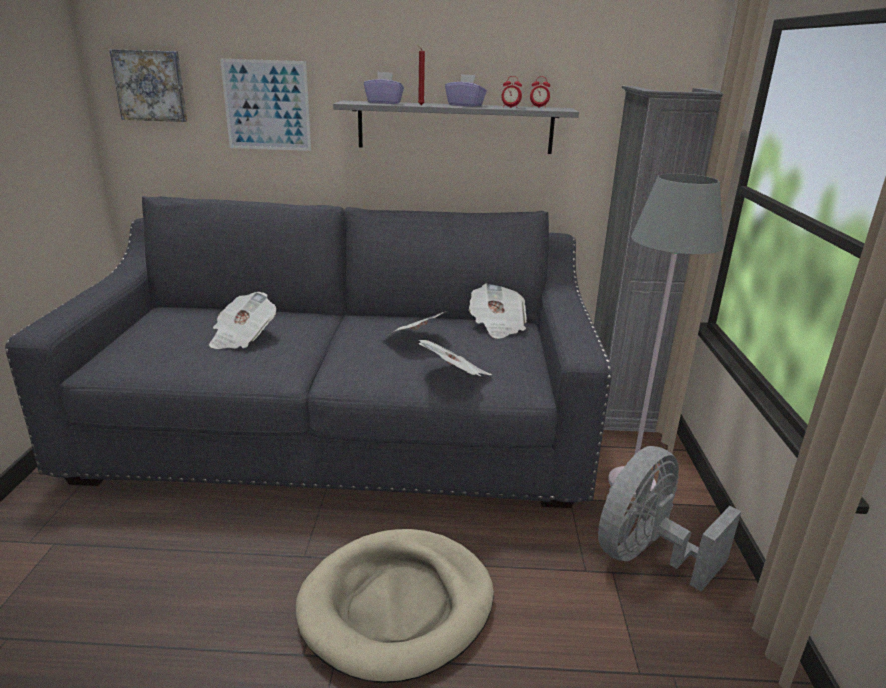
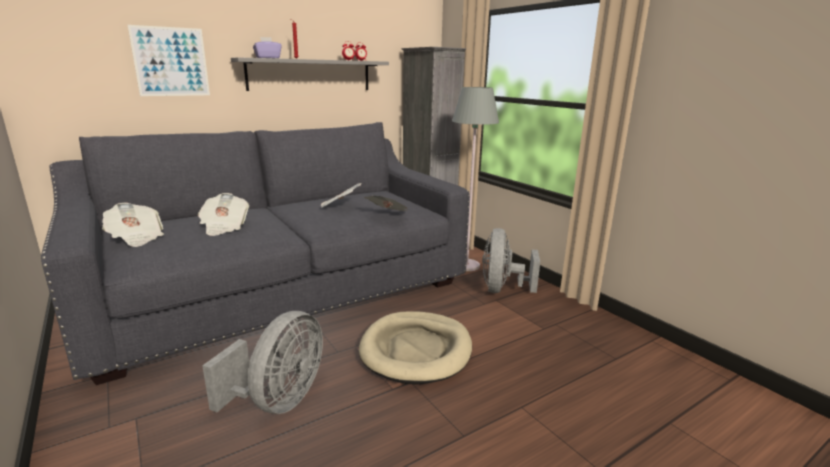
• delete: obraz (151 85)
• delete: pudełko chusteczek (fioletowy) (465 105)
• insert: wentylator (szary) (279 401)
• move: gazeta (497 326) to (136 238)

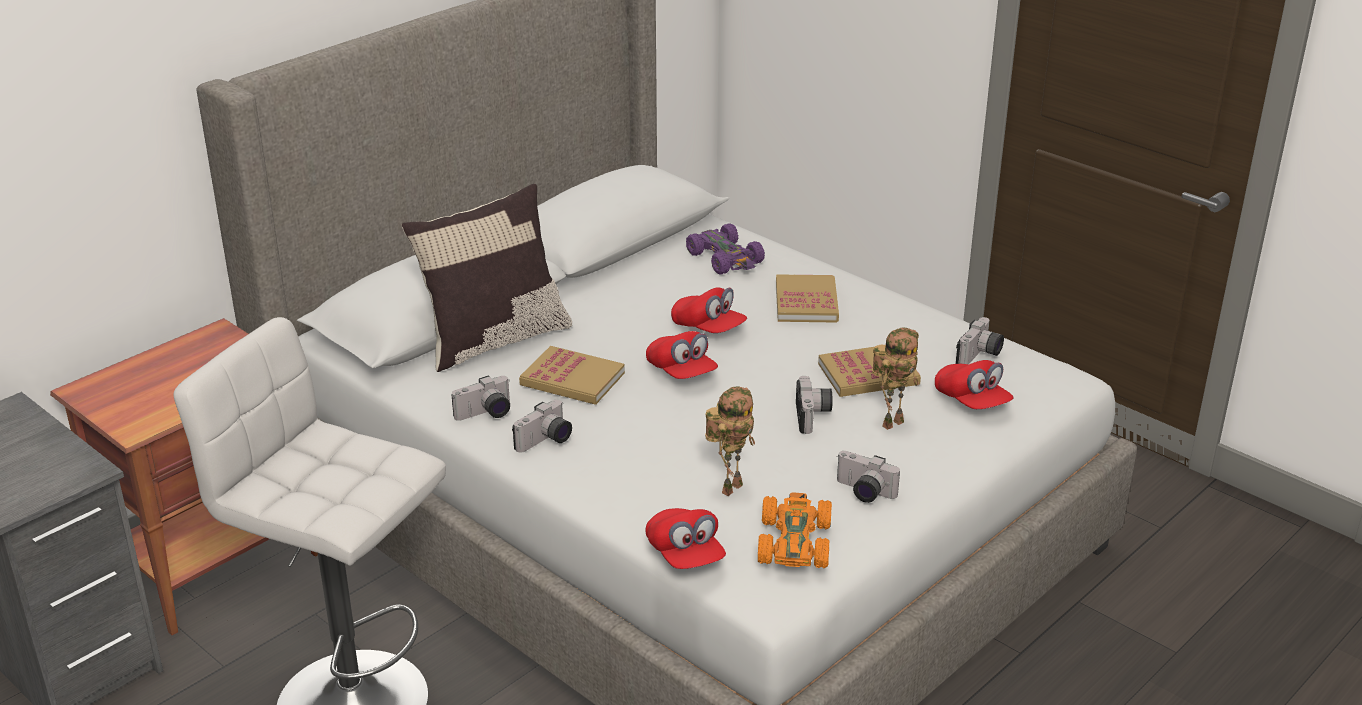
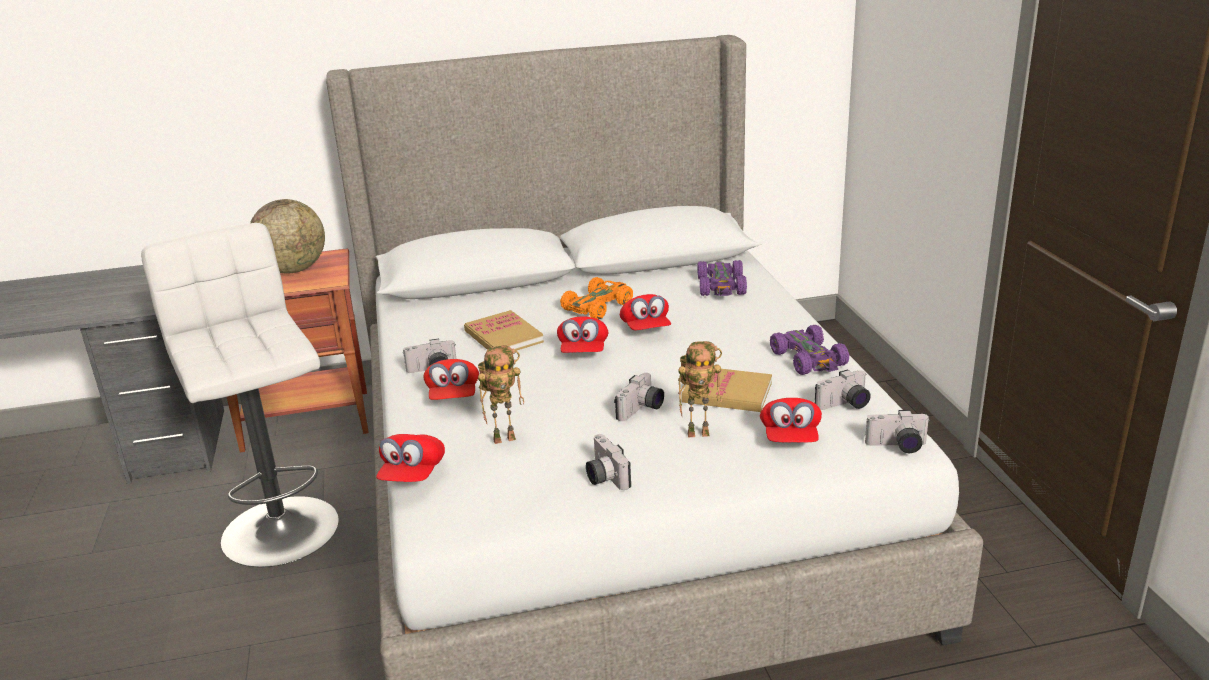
• delete: poduszka (494 340)
• delete: książka (806 302)
• insert: globus (293 270)
• insert: czapka z daszkiem (czerwony) (453 396)
• insert: samochodzik (fioletowy) (809 359)
• move: aparat fotograficzny (486 414) to (897 447)
• move: samochodzik (pomarańczowy) (794 541) to (598 306)

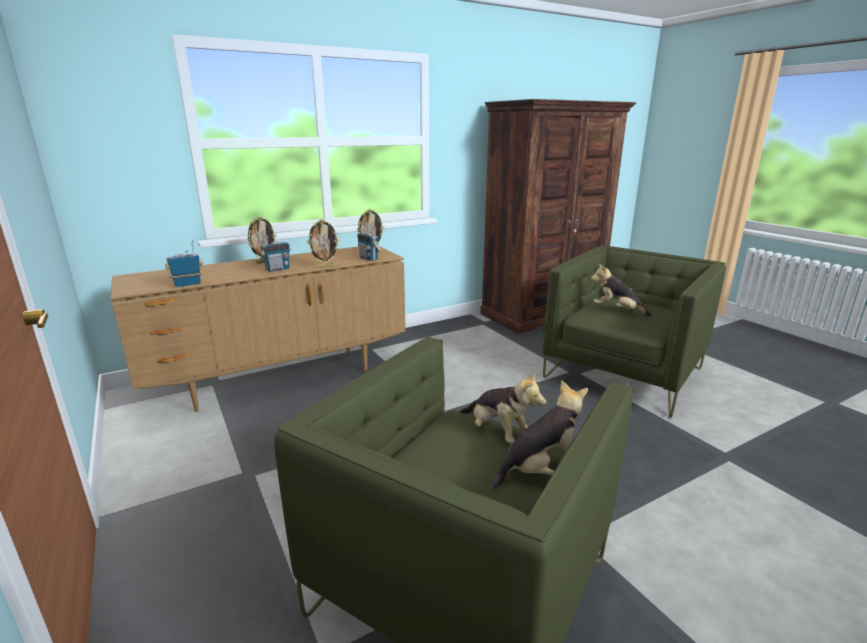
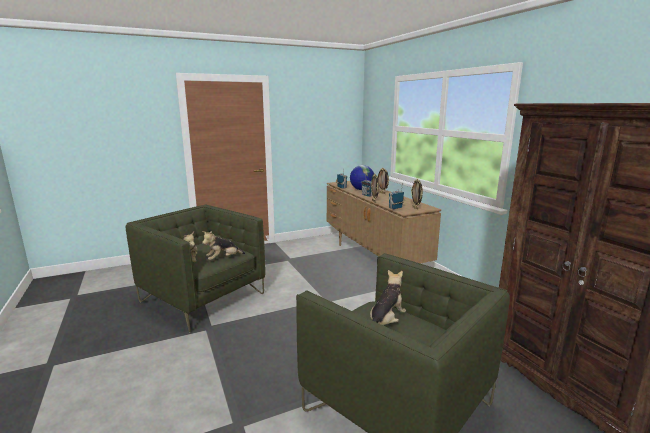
• insert: globus (361 189)

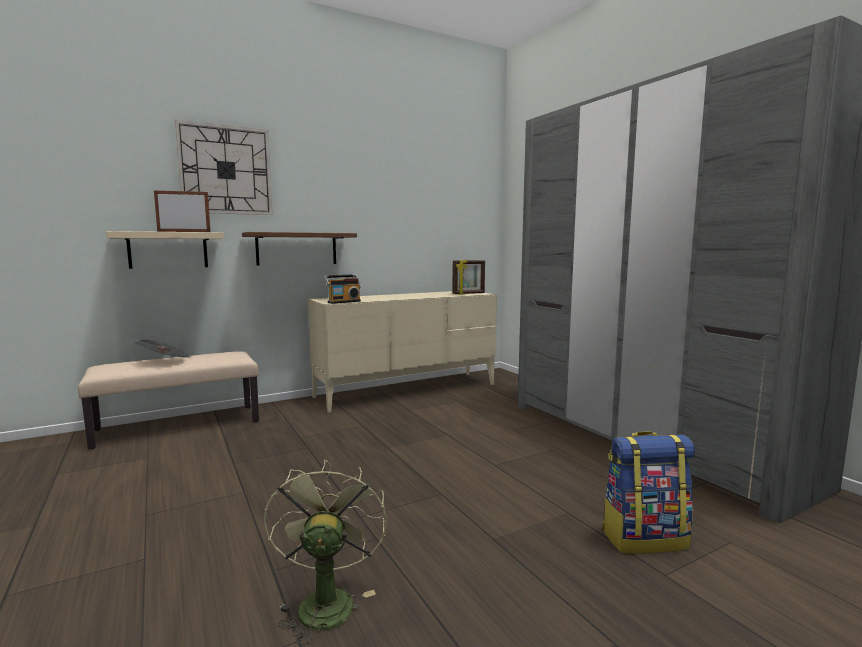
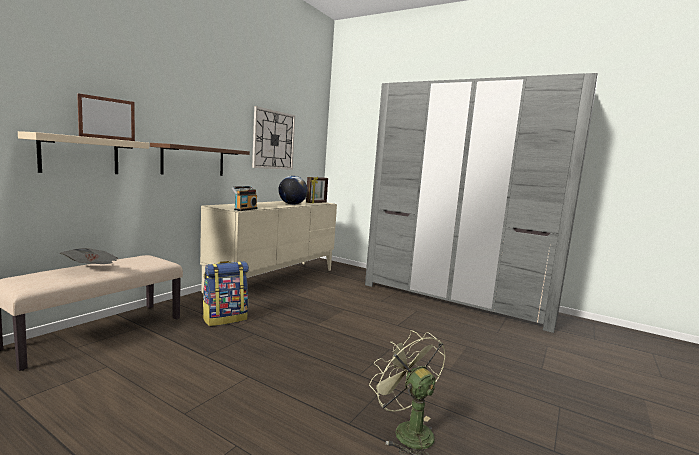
• insert: globus (292 204)
• move: zegar ścienny (226 170) to (273 140)
• move: plecak (644 538) to (225 319)

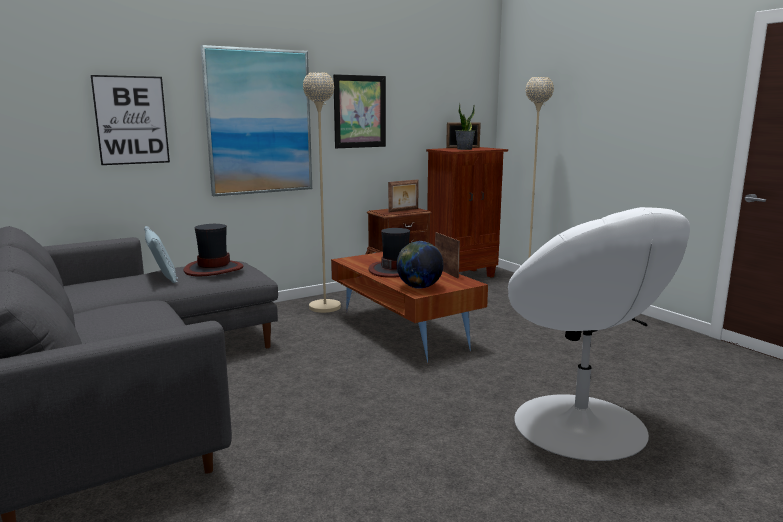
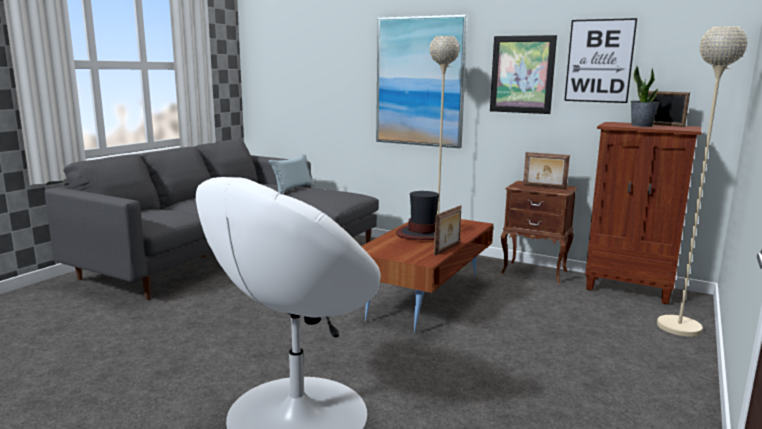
• delete: kapelusz (213 269)
• delete: globus (419 287)
• move: obraz (131 120) to (599 61)

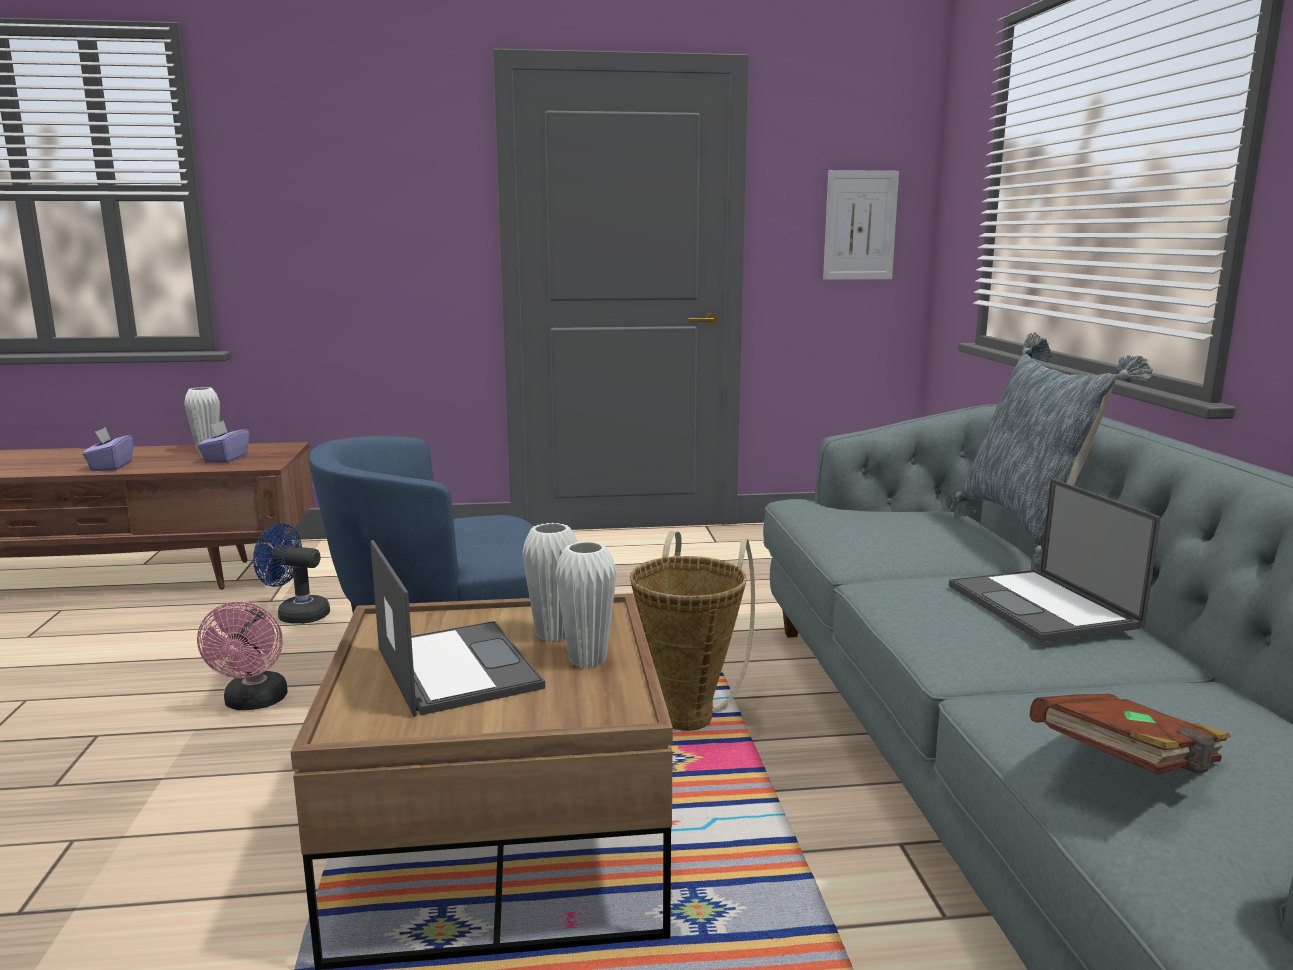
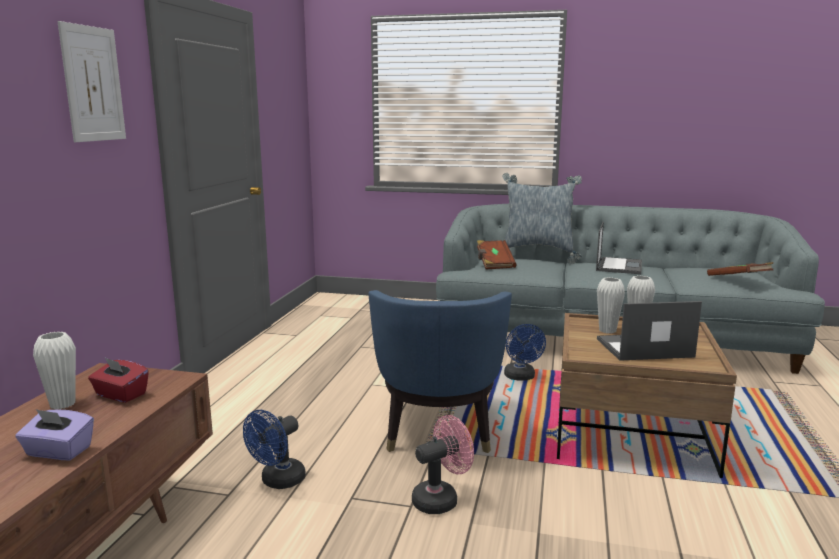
• insert: książka (brązowy) (494 264)
• move: obraz (860 225) to (93 84)
• replace: koszyk (690 713) to wentylator (niebieski) (521 377)
• recolor: pudełko chusteczek (fioletowy) (225 459) to pudełko chusteczek (czerwony) (120 395)
• rotate: wentylator (różowy) (254 703) = (441 499) 45 degrees counterclockwise
• rotate: laptop (1044 607) = (619 266) 75 degrees counterclockwise

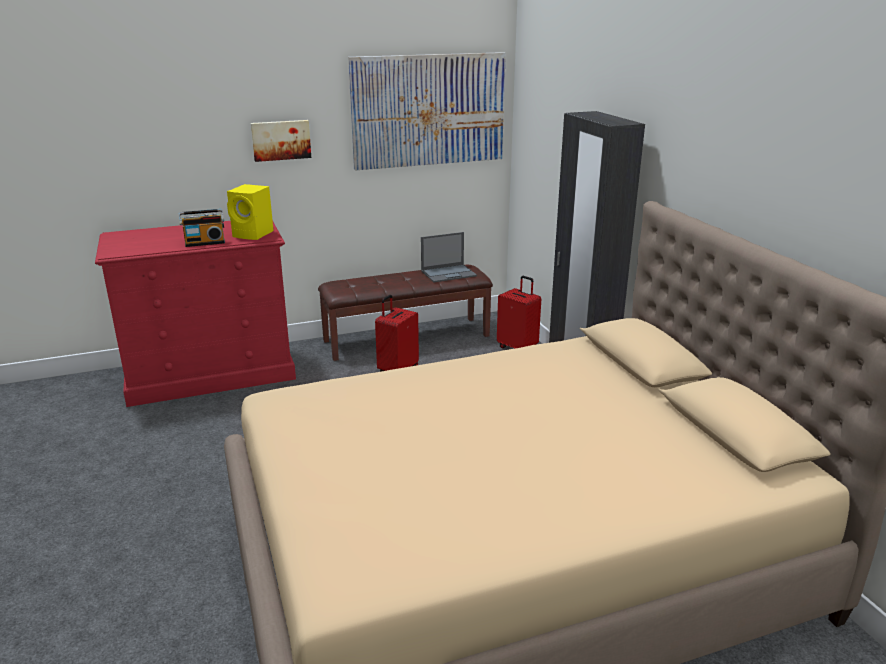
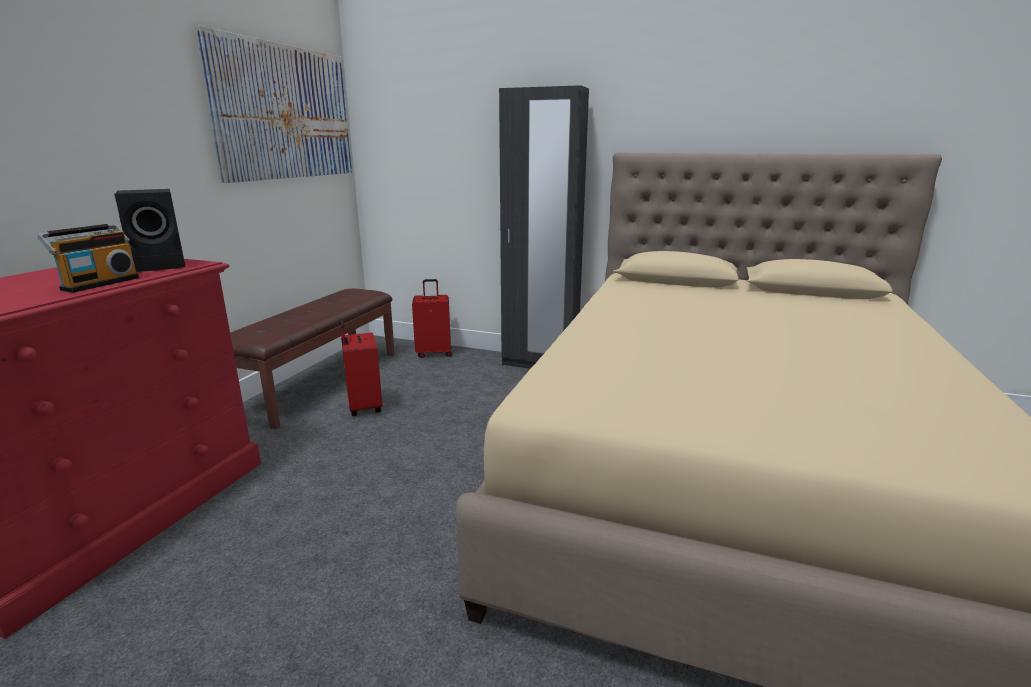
• delete: obraz (281 140)
• delete: laptop (449 273)
• recolor: głośnik (żółty) (254 234) to głośnik (czarny) (162 265)

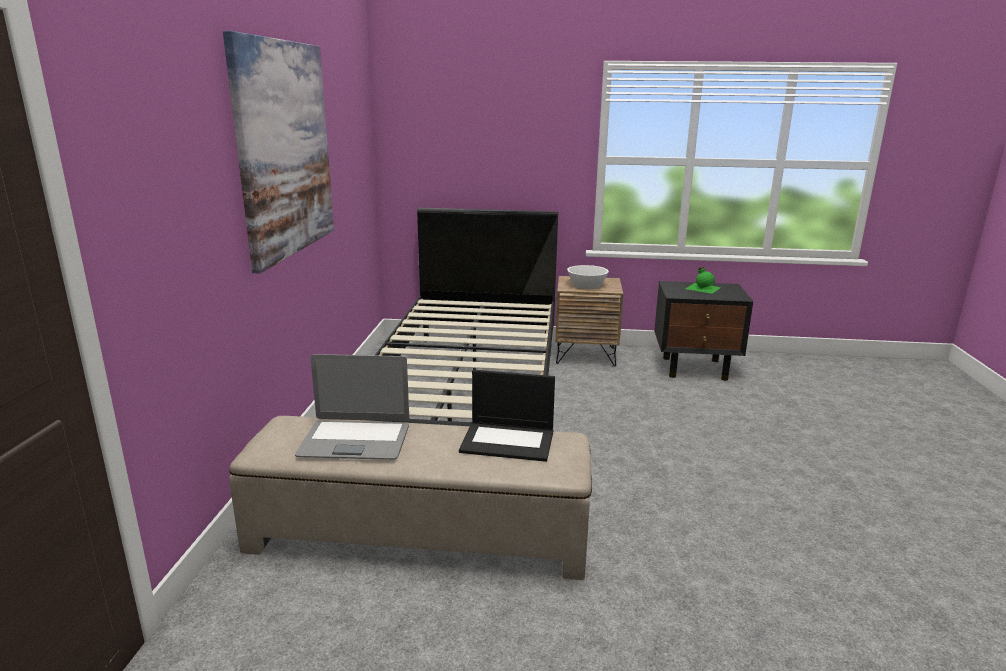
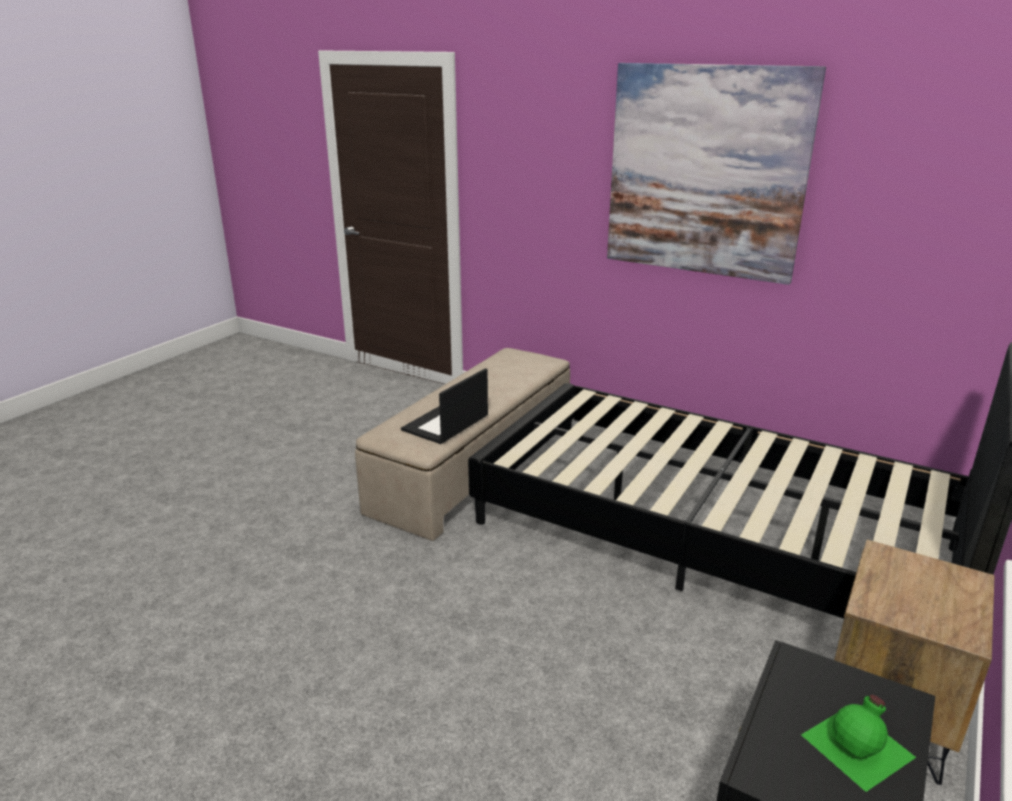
• delete: laptop (355 440)
• delete: miska (biały) (586 285)

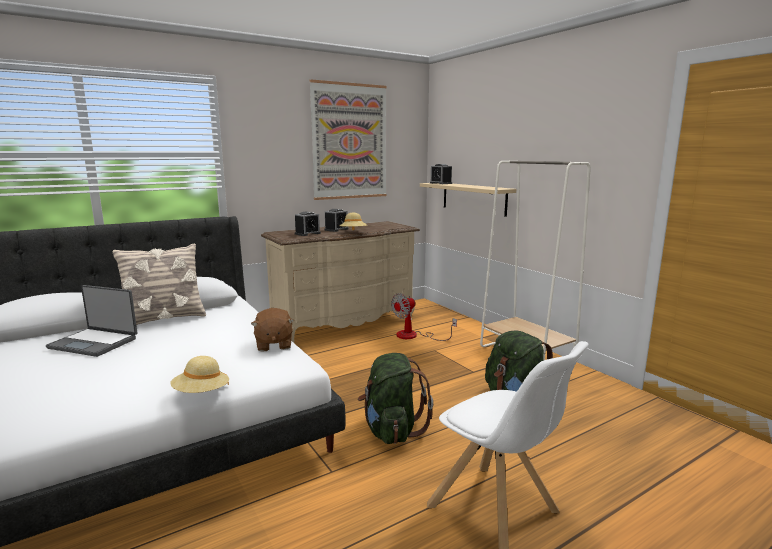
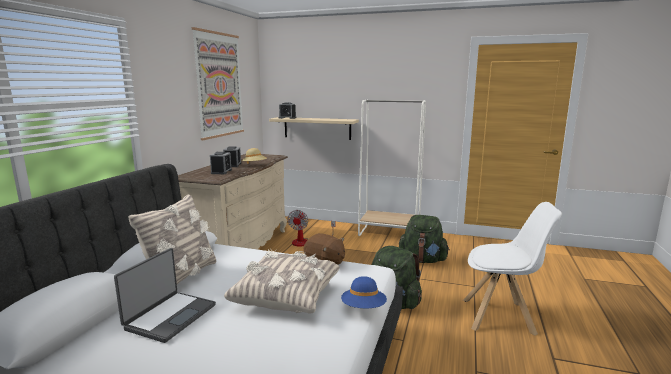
• insert: poduszka (beżowy) (286 298)
• recolor: kapelusz (beżowy) (201 393) to kapelusz (niebieski) (363 308)
• rotate: laptop (95 343) = (170 316) 45 degrees counterclockwise

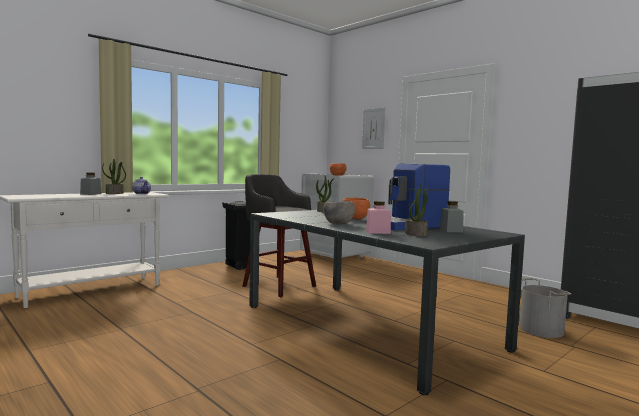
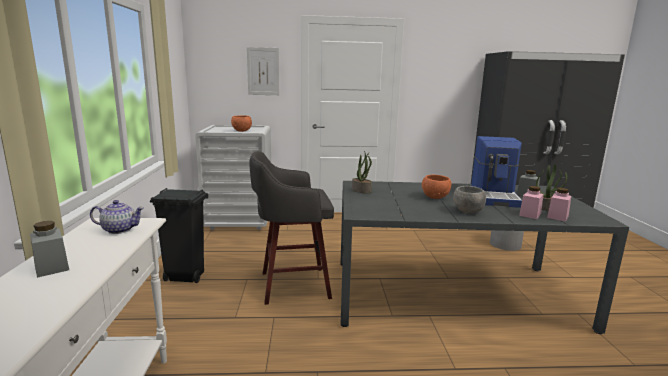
• delete: roślina doniczkowa (114 193)
• insert: słoik (różowy) (557 217)

